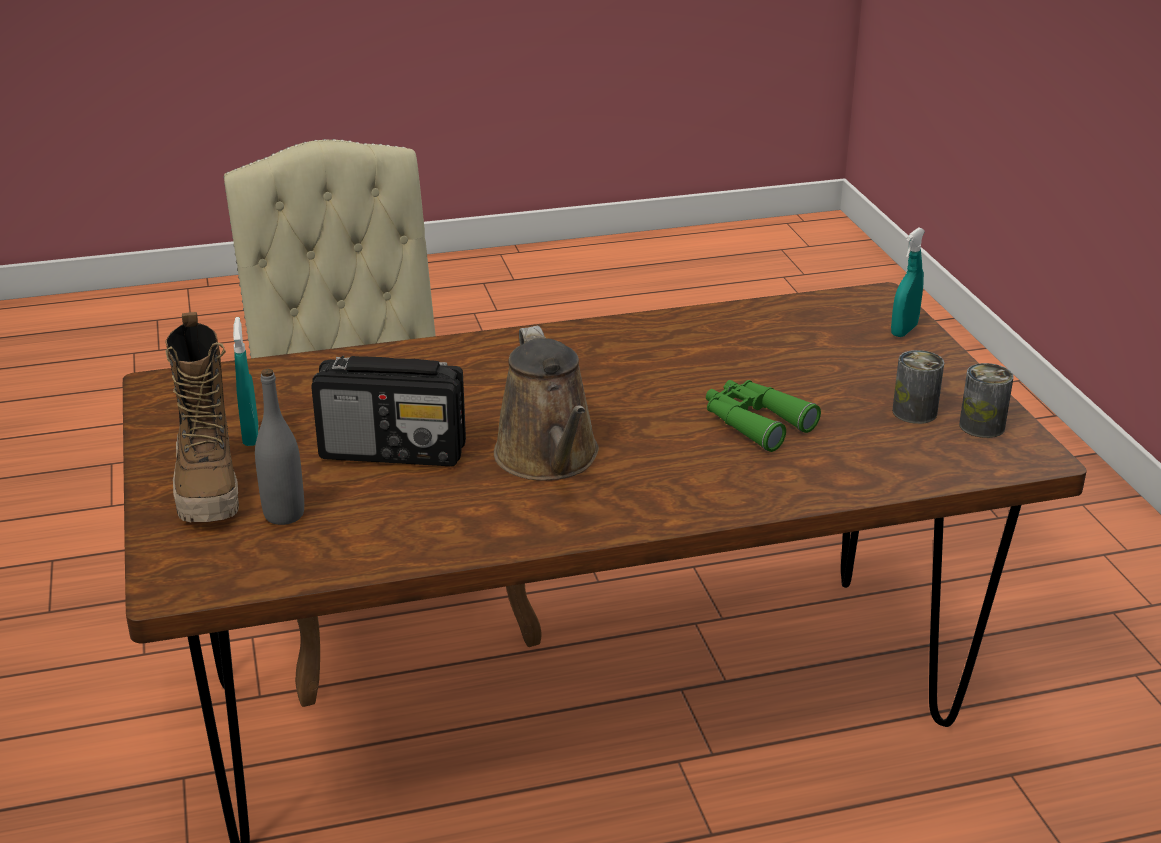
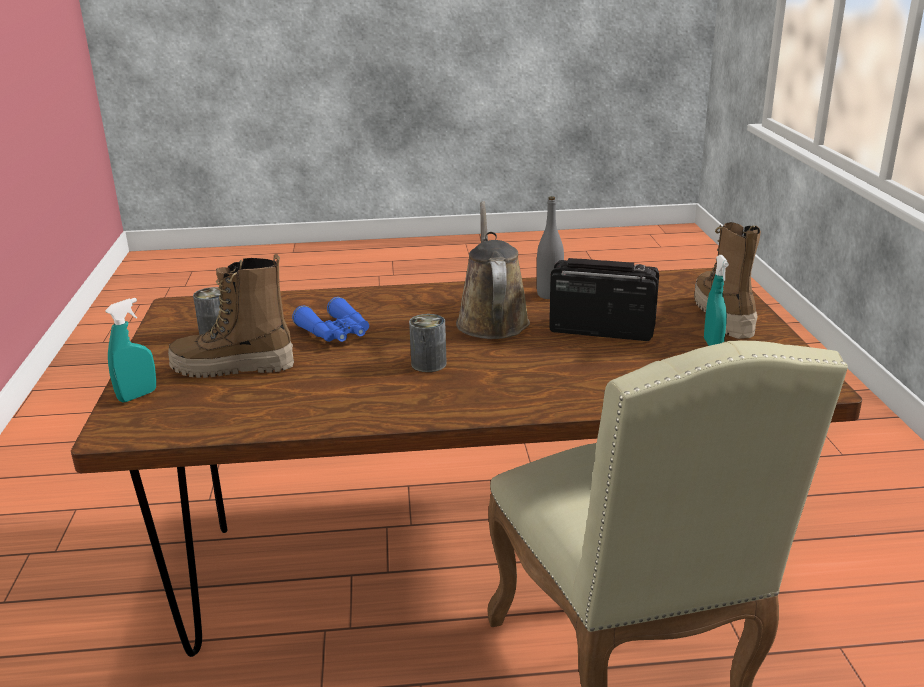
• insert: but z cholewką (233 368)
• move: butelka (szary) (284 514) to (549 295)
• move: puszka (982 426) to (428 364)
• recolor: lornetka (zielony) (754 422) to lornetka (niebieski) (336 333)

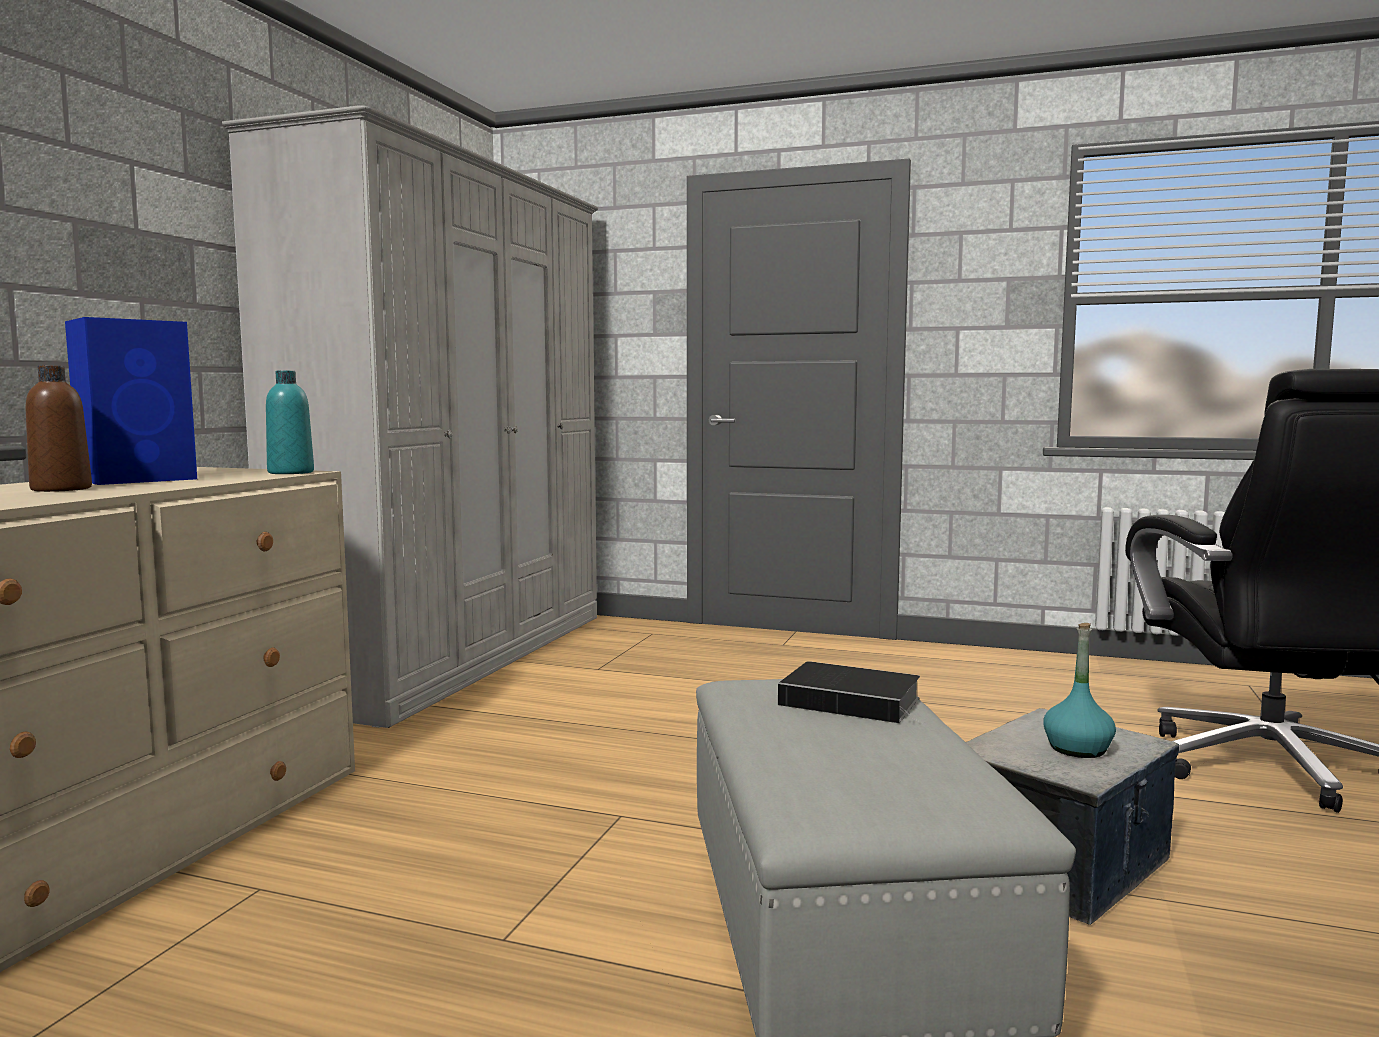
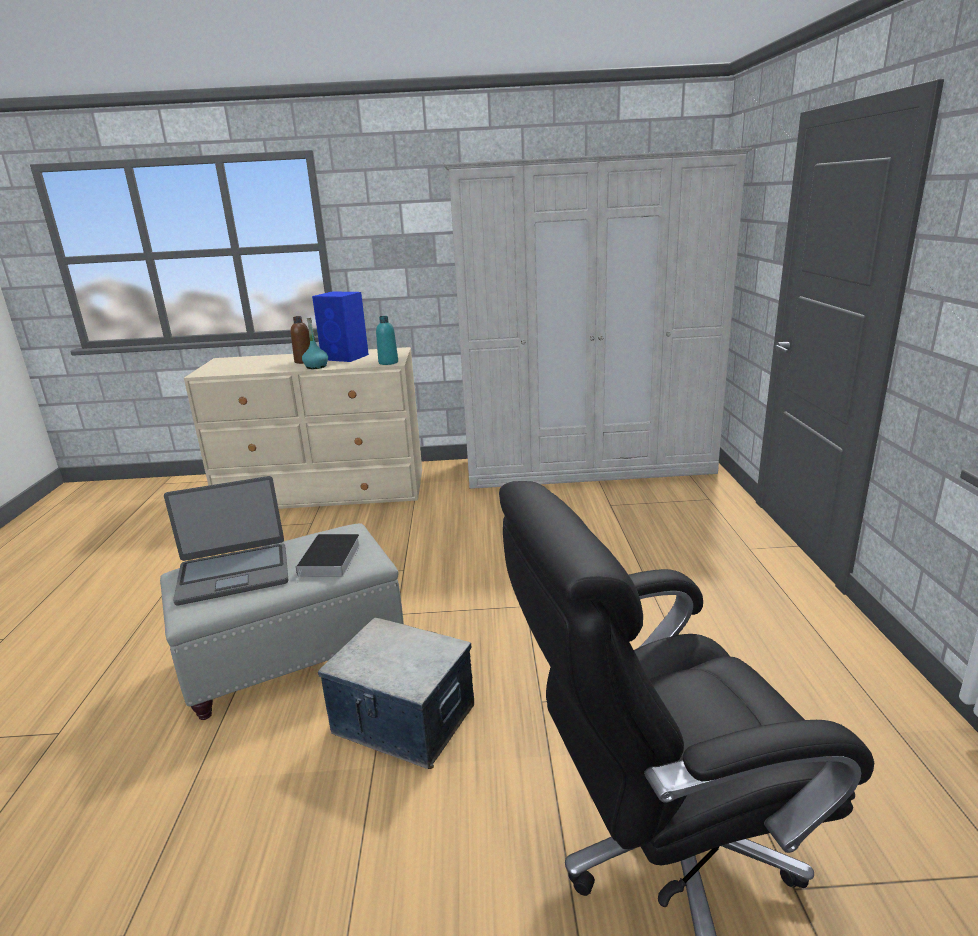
• insert: laptop (234 574)
• move: butelka (turkusowy) (1077 749) to (316 367)

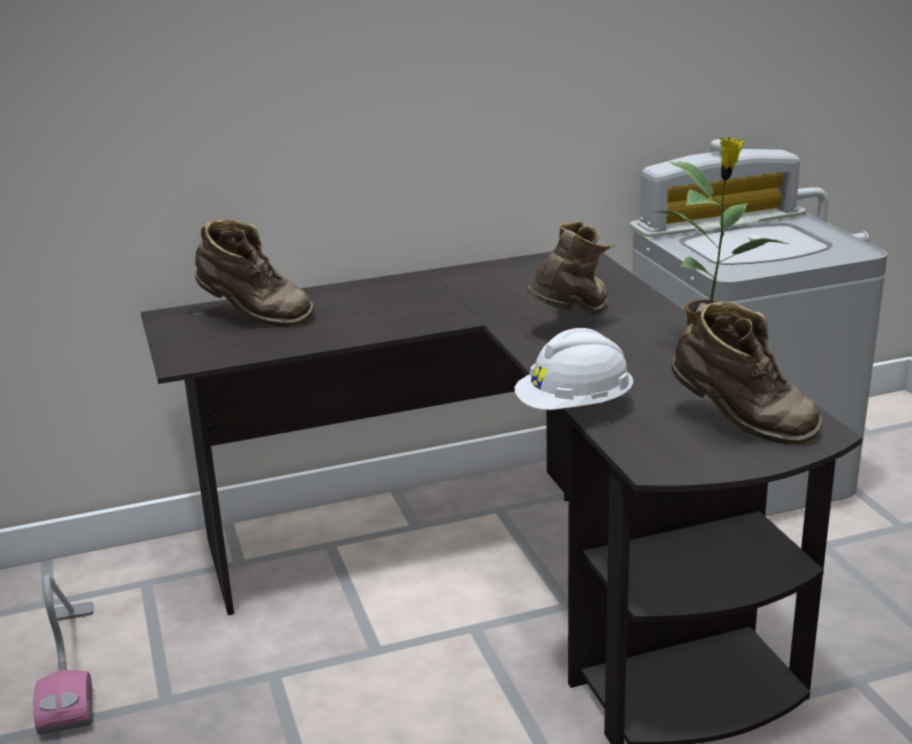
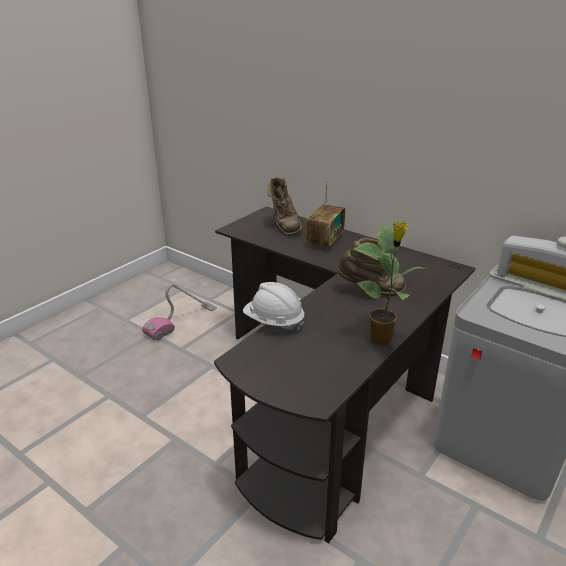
• delete: but z cholewką (brązowy) (740 425)
• insert: radio (325 241)

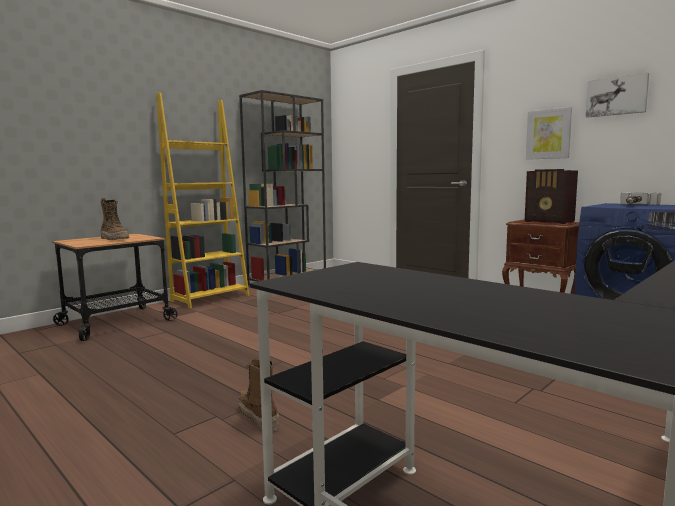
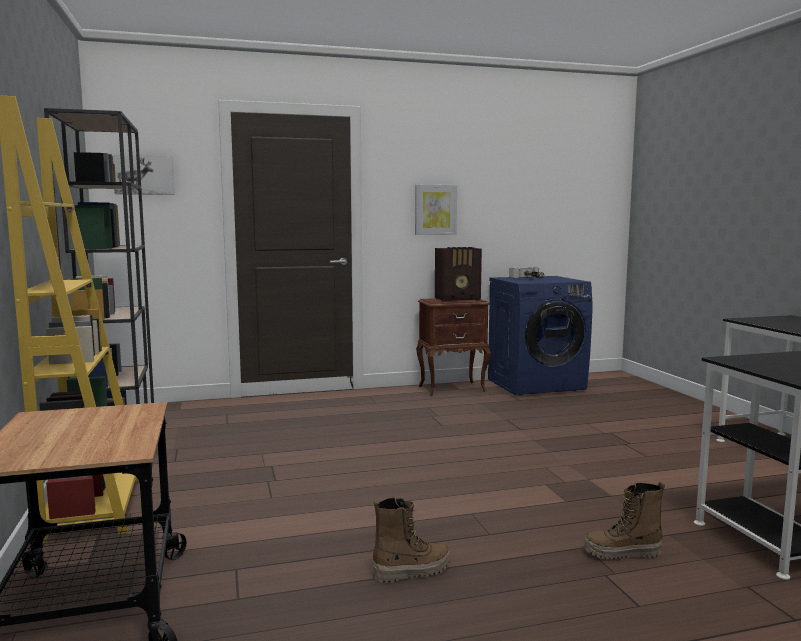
• move: but z cholewką (115 239) to (412 571)
• move: obraz (616 96) to (144 175)

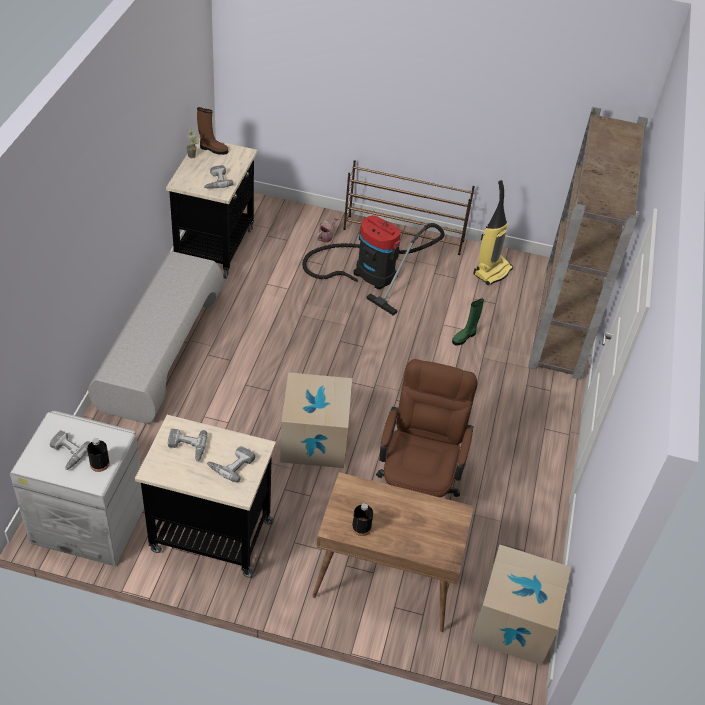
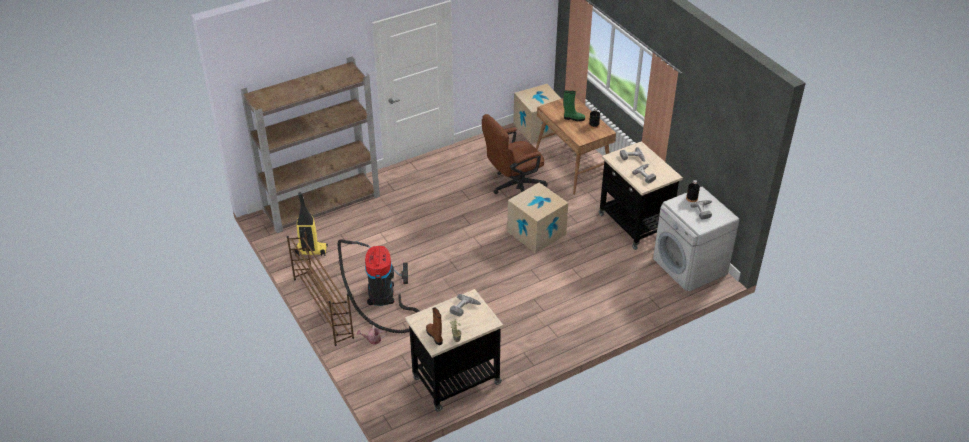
• delete: ławka (szary) (161 349)
• move: but z cholewką (zielony) (464 337) to (573 118)

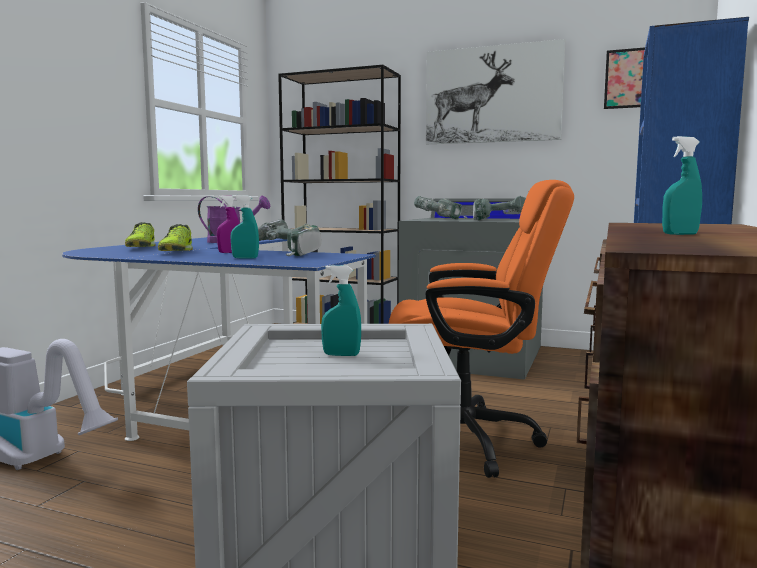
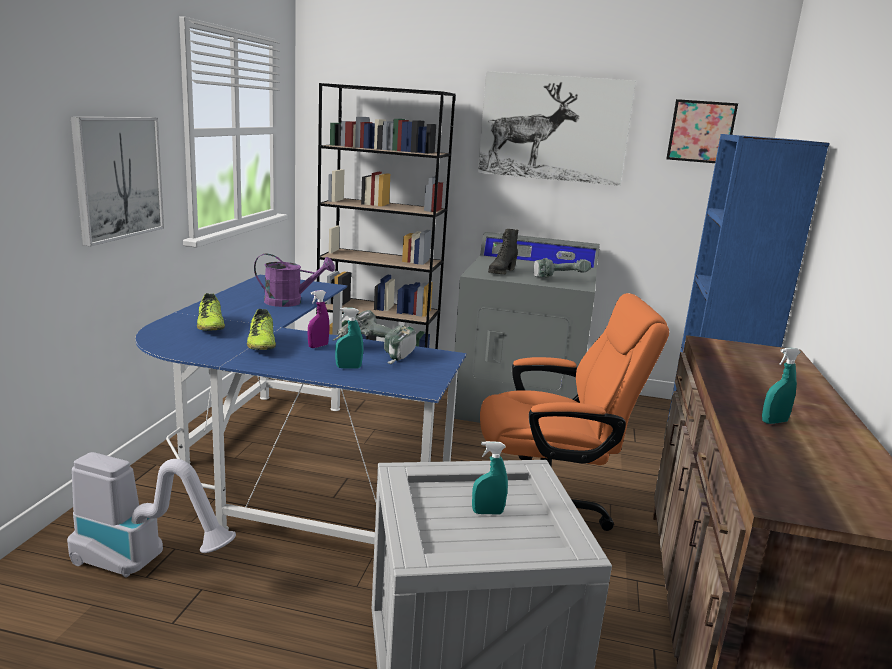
• insert: obraz (118 177)
• replace: wiertarka (442 219) to but z cholewką (czarny) (501 272)

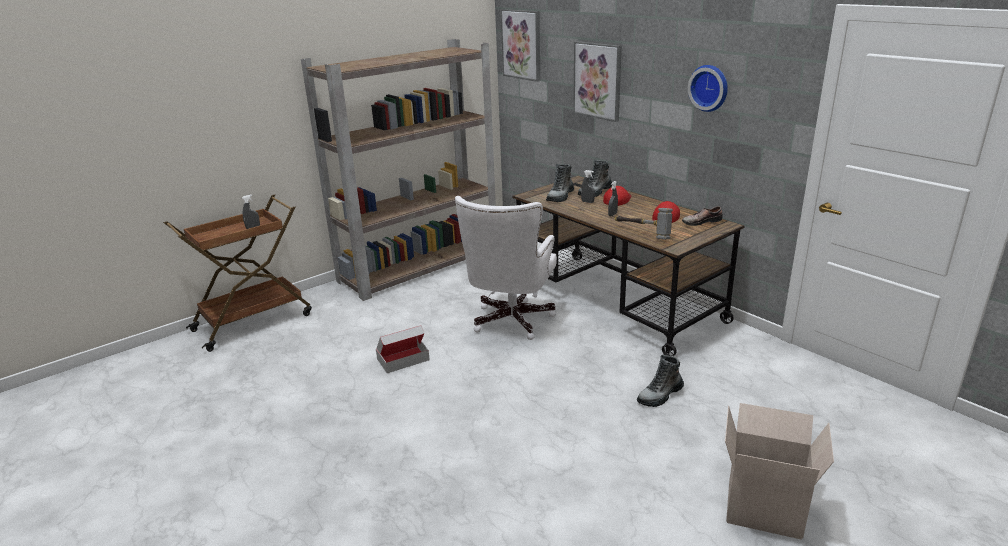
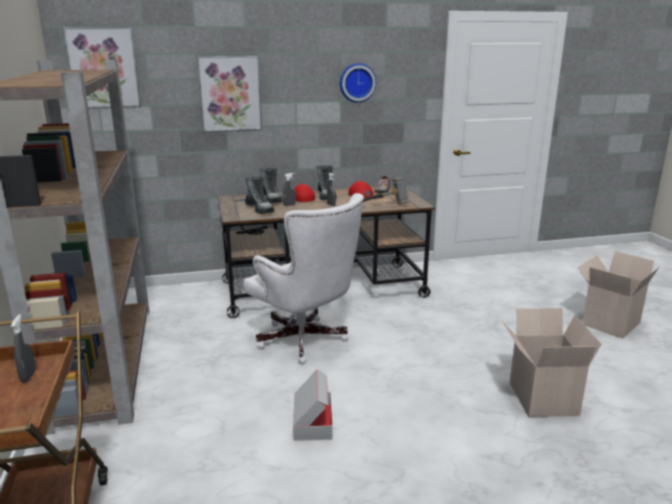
• insert: karton (540 398)
• move: but z cholewką (660 395) to (326 196)

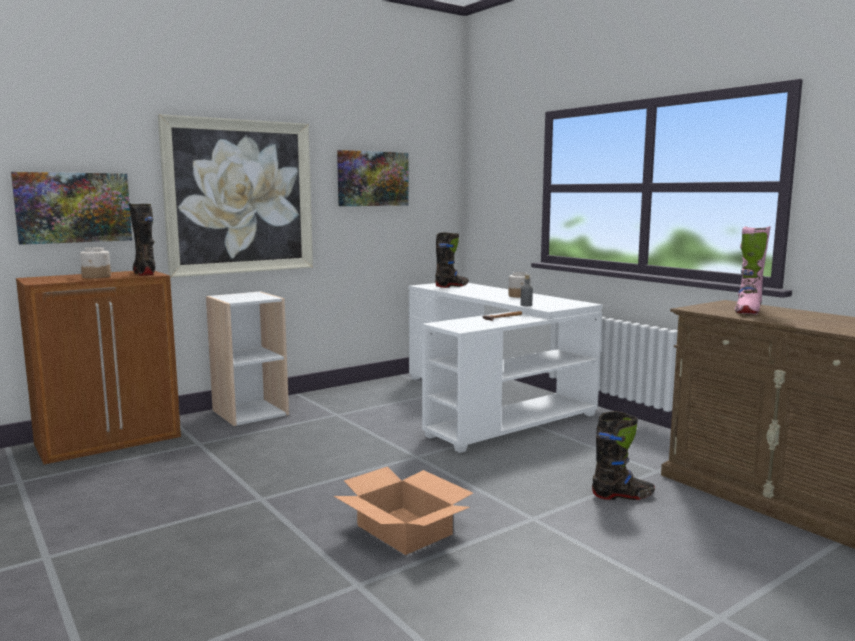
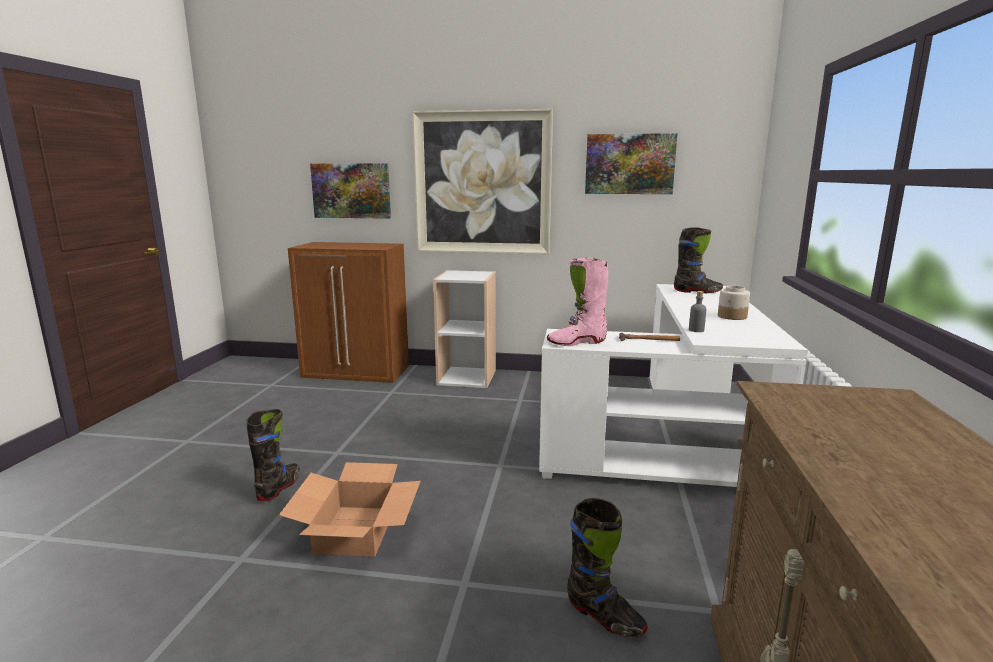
• delete: słoik (96 276)
• move: but z cholewką (czarny) (144 273) to (279 487)
• move: but z cholewką (różowy) (747 312) to (576 342)

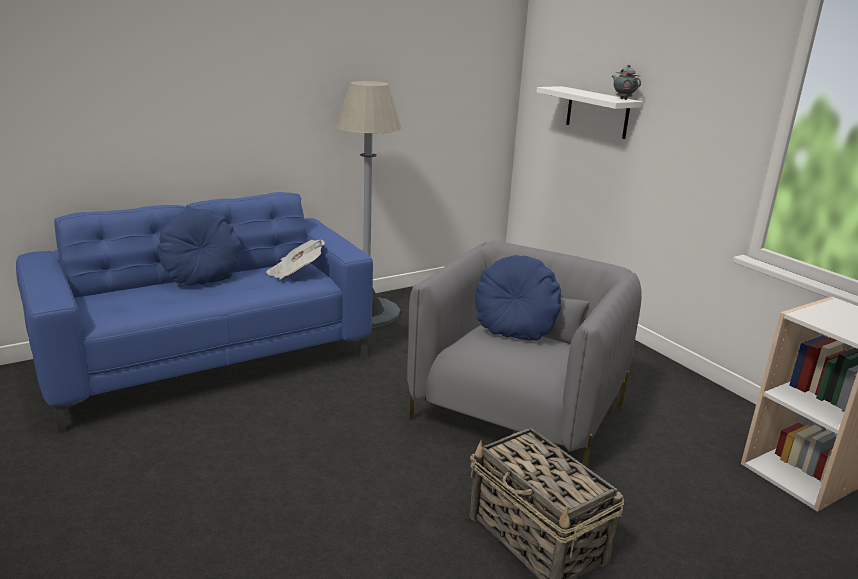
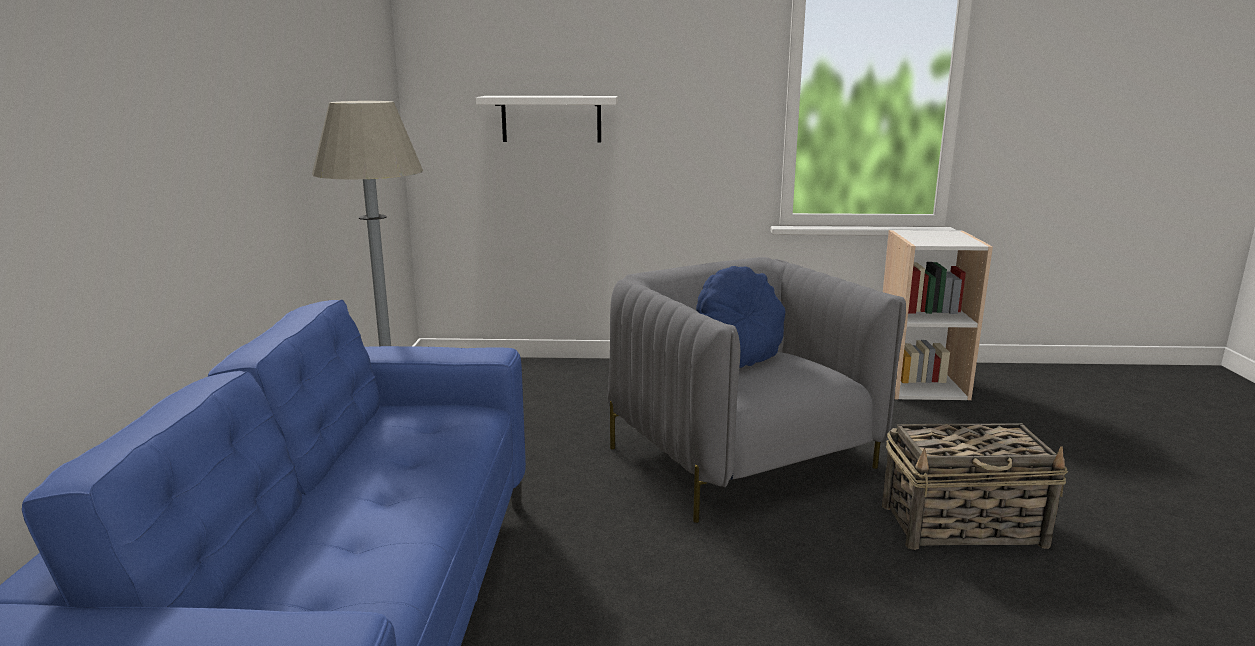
• delete: poduszka (niebieski) (202 280)
• delete: gazeta (295 273)
• delete: imbryk (623 99)

